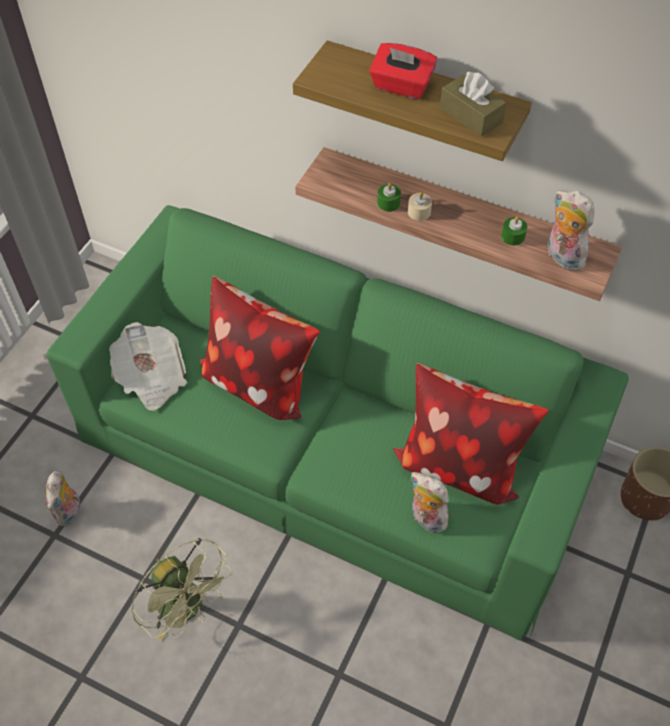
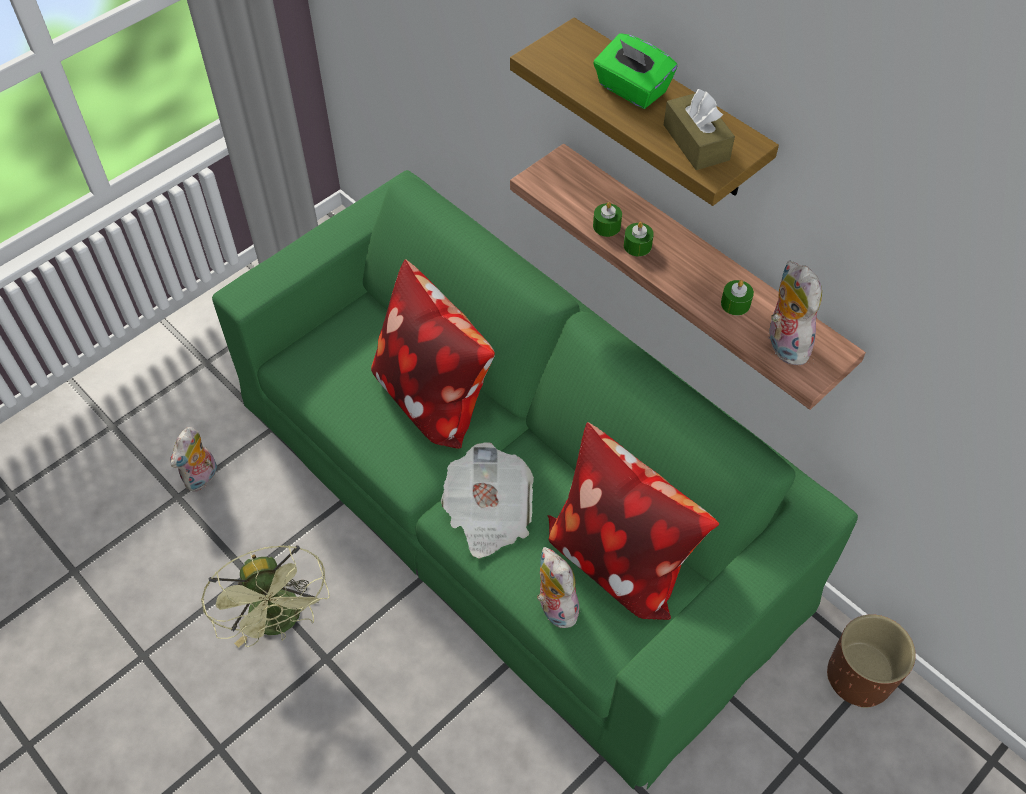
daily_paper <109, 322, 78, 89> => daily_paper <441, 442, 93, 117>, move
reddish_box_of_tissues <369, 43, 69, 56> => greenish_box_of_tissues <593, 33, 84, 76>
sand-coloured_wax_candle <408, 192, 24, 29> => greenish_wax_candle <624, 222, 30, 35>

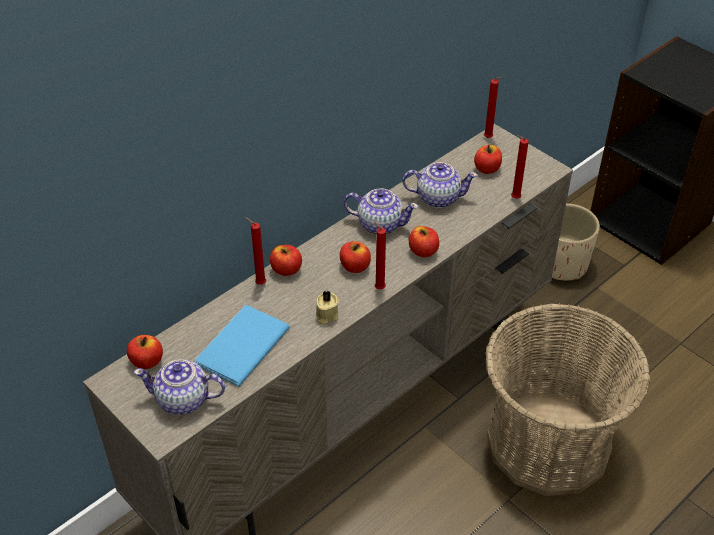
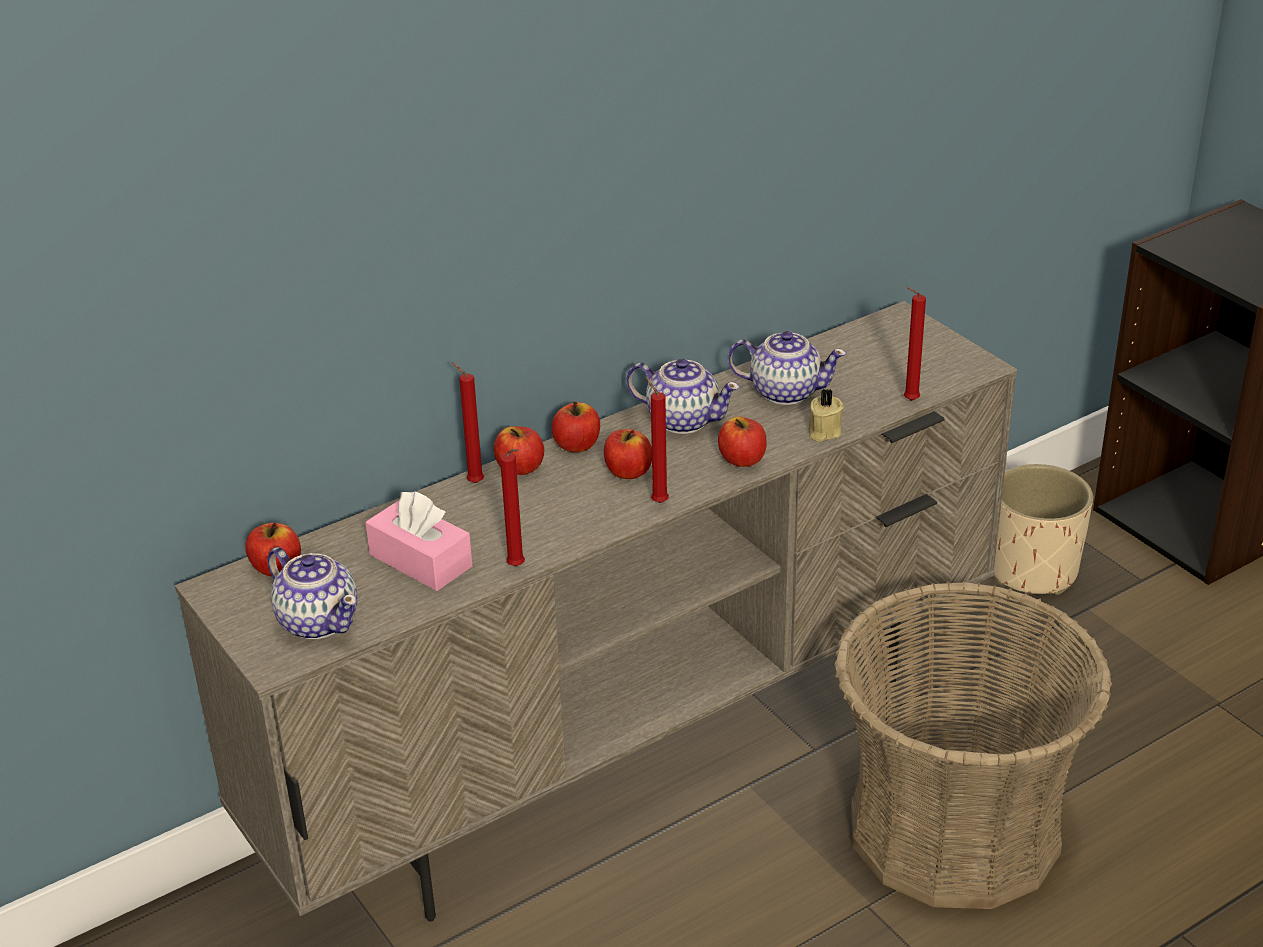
sand-coloured_wax_candle <316, 291, 23, 34> => sand-coloured_wax_candle <809, 388, 35, 54>, move
apple <474, 145, 28, 29> => apple <552, 402, 48, 50>, move
reddish_wax_candle <484, 77, 19, 61> => reddish_wax_candle <500, 449, 25, 117>, move
bluish_bound_book <195, 305, 95, 81> => pinkish_box_of_tissues <366, 491, 107, 100>
pot_for_tea <134, 360, 91, 55> => pot_for_tea <267, 547, 91, 92>, 150 degrees counterclockwise

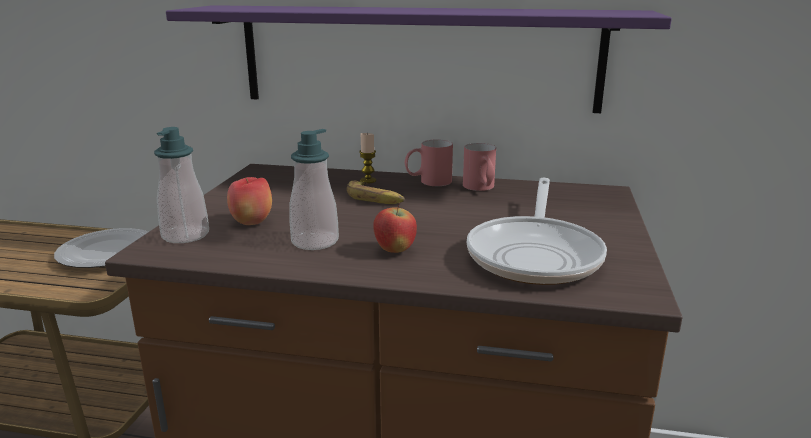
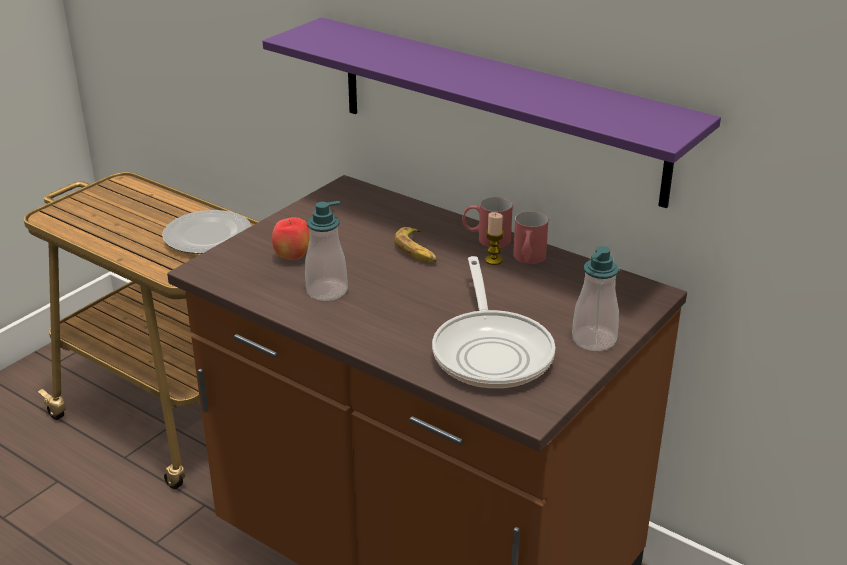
apple <373, 202, 44, 51> => nothing
liquid_soap_bottle <154, 127, 55, 116> => liquid_soap_bottle <572, 246, 47, 105>, move
wax_candle <359, 132, 17, 51> => wax_candle <485, 212, 19, 53>, move
frying_pan <467, 178, 140, 107> => frying_pan <432, 256, 123, 132>, 45 degrees counterclockwise

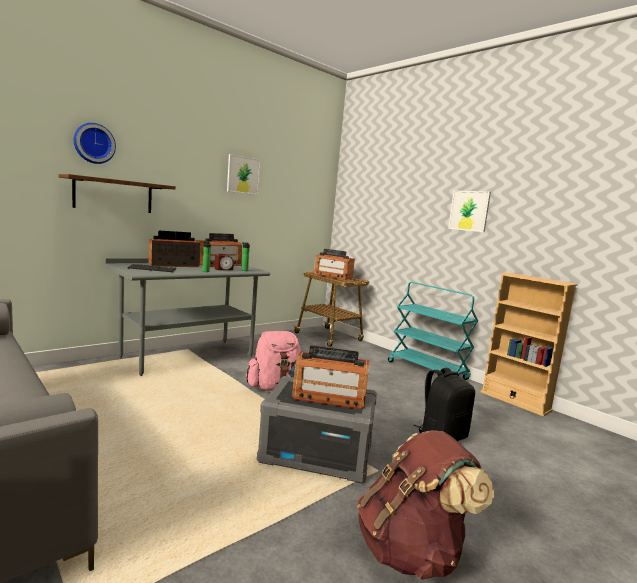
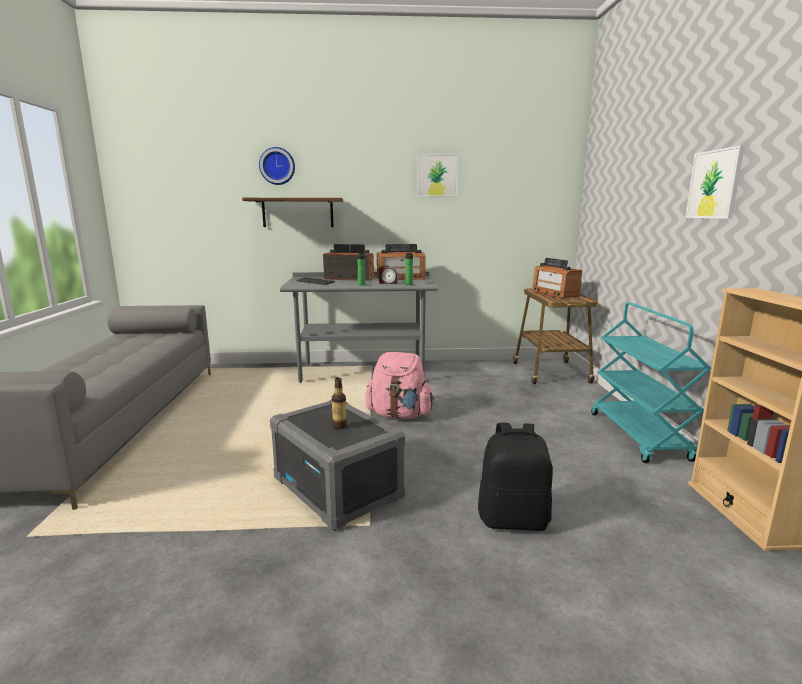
brown_backpack <357, 430, 138, 150> => nothing
radio_set <292, 345, 77, 64> => bottle <332, 377, 15, 52>

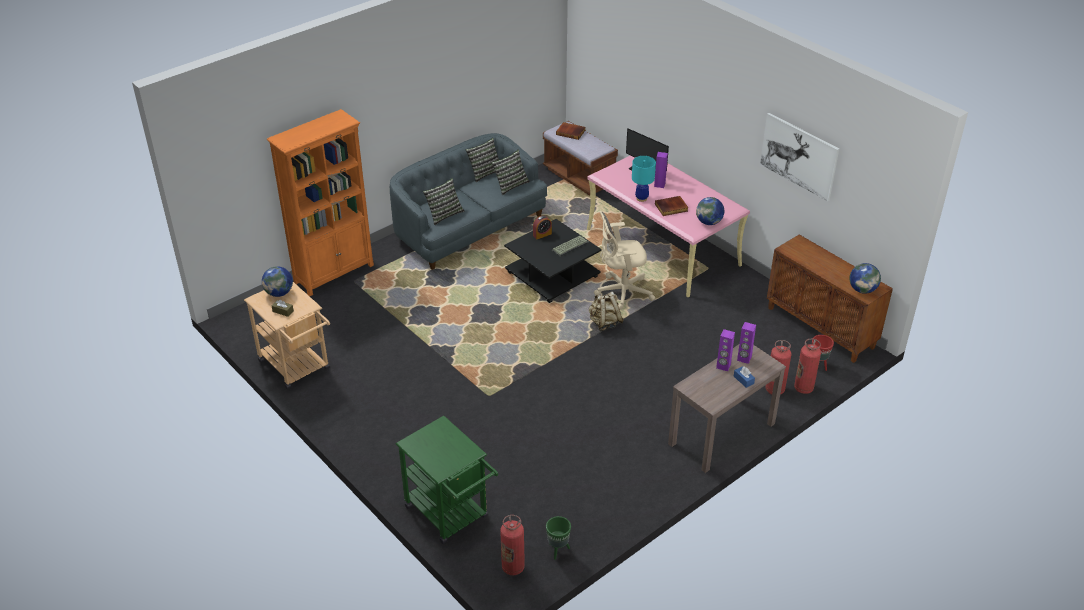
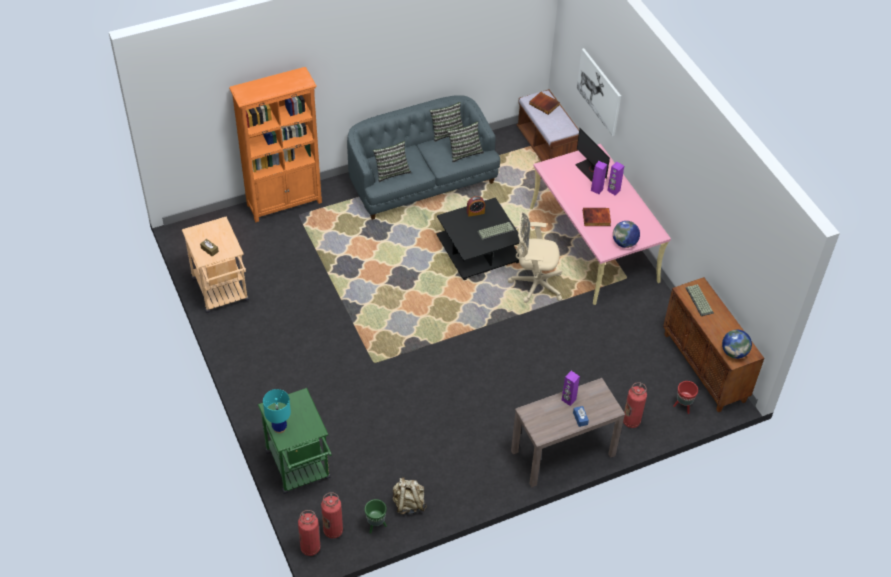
globe <262, 266, 31, 31> => nothing
nothing => computer_keyboard <686, 284, 28, 32>
sand-coloured_backpack <589, 292, 35, 39> => sand-coloured_backpack <393, 477, 34, 38>, move
turquoise_table_lamp <632, 156, 24, 46> => turquoise_table_lamp <263, 389, 28, 44>, move
purple-coloured_audio_speaker <737, 322, 19, 42> => purple-coloured_audio_speaker <607, 162, 17, 33>, move
wall_picture <760, 113, 79, 89> => wall_picture <576, 48, 45, 88>, move
fire_extinguisher <794, 338, 27, 56> => fire_extinguisher <298, 510, 22, 46>, move

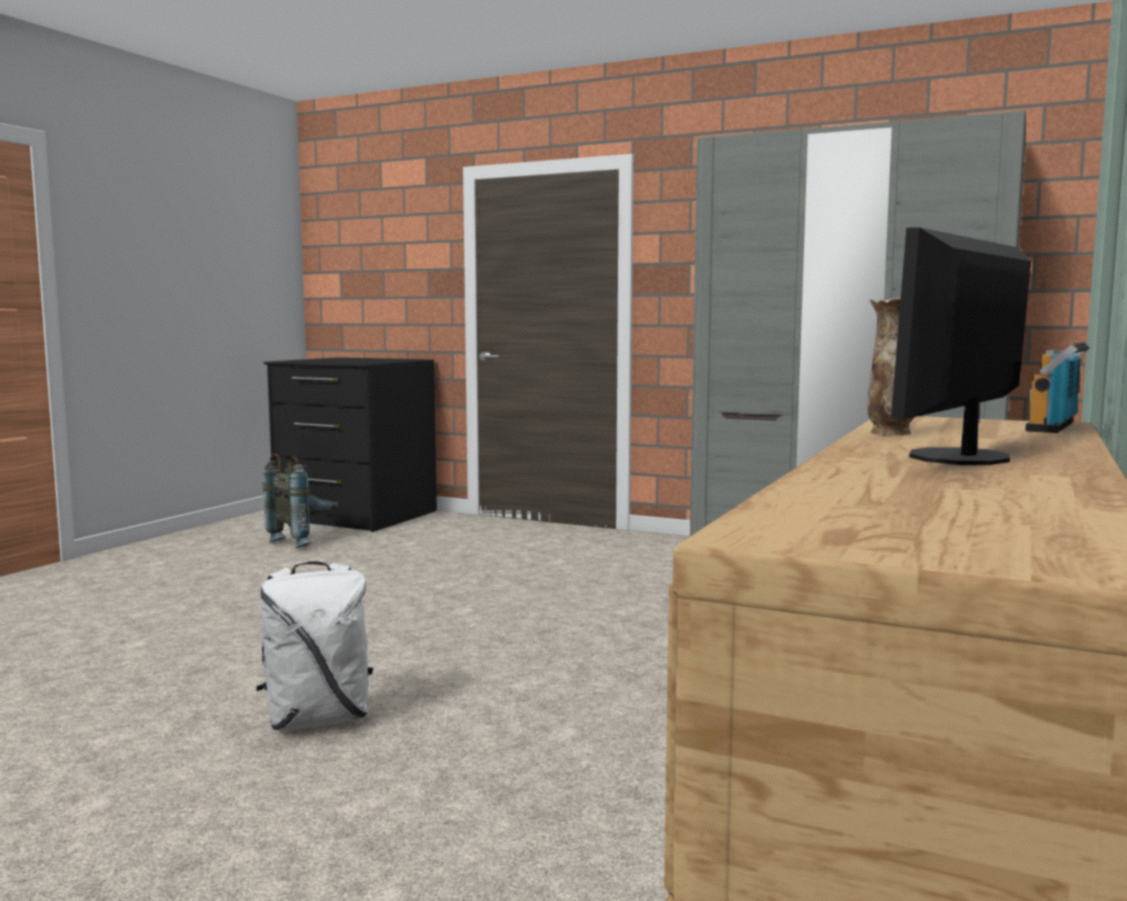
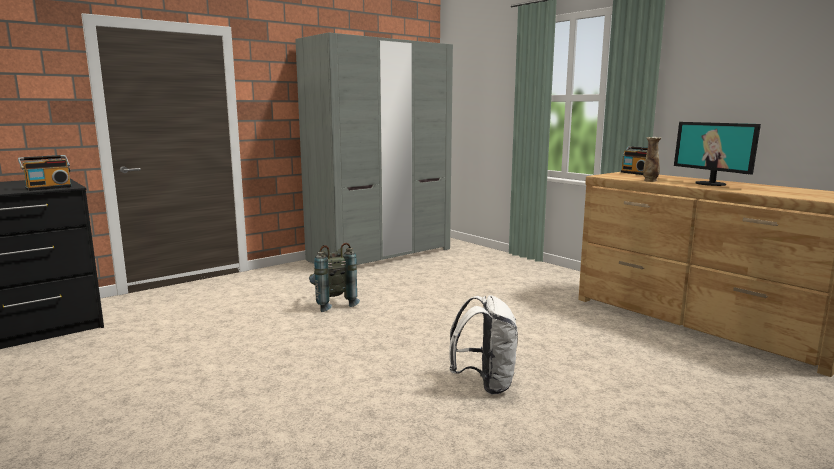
nothing => radio_set <18, 155, 54, 36>
grey_backpack <262, 453, 76, 95> => grey_backpack <309, 243, 51, 69>, move

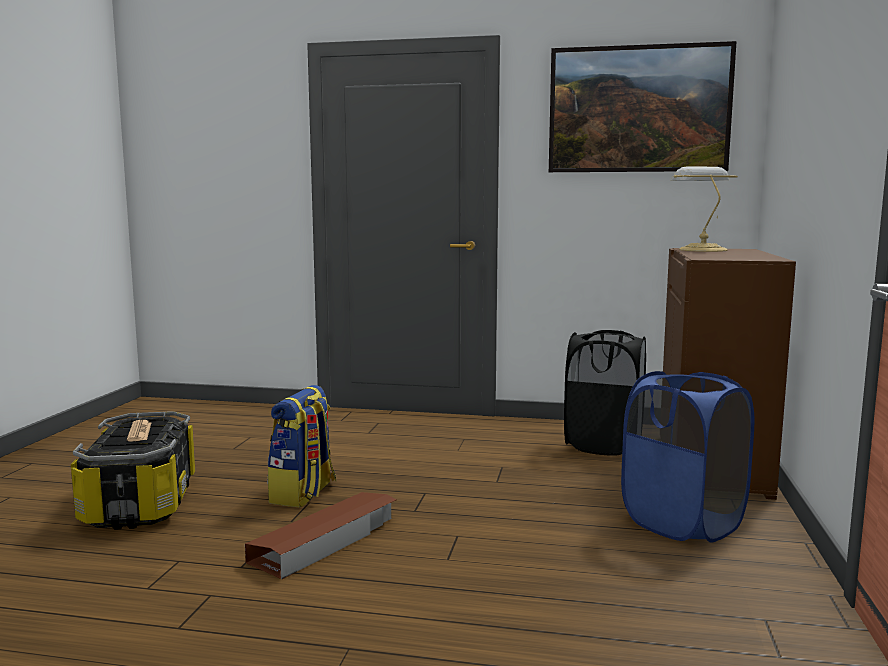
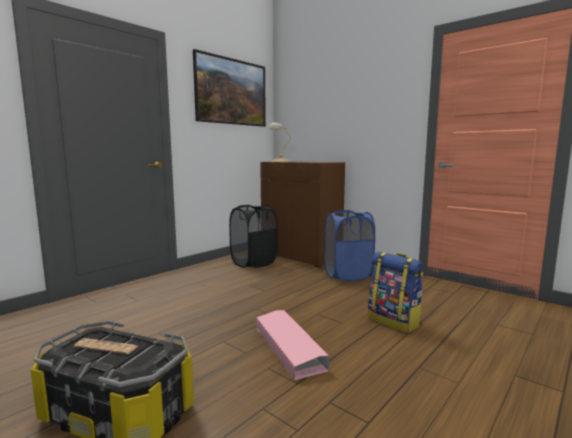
backpack <267, 385, 69, 122> => backpack <368, 252, 55, 81>, move
brown_storage_box <245, 492, 152, 88> => pinkish_storage_box <256, 310, 73, 70>

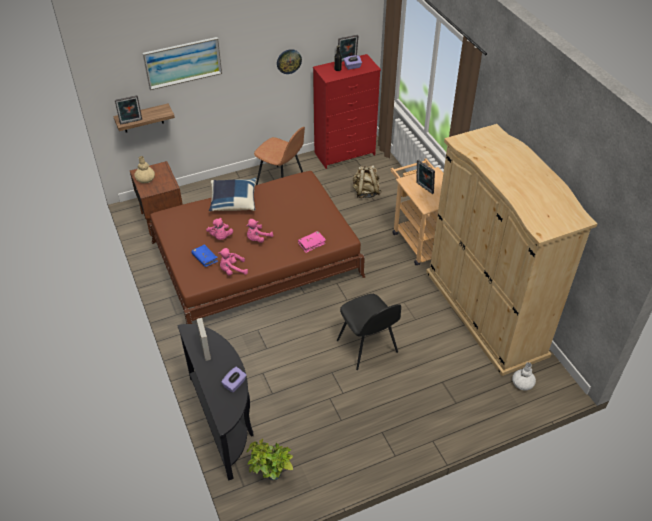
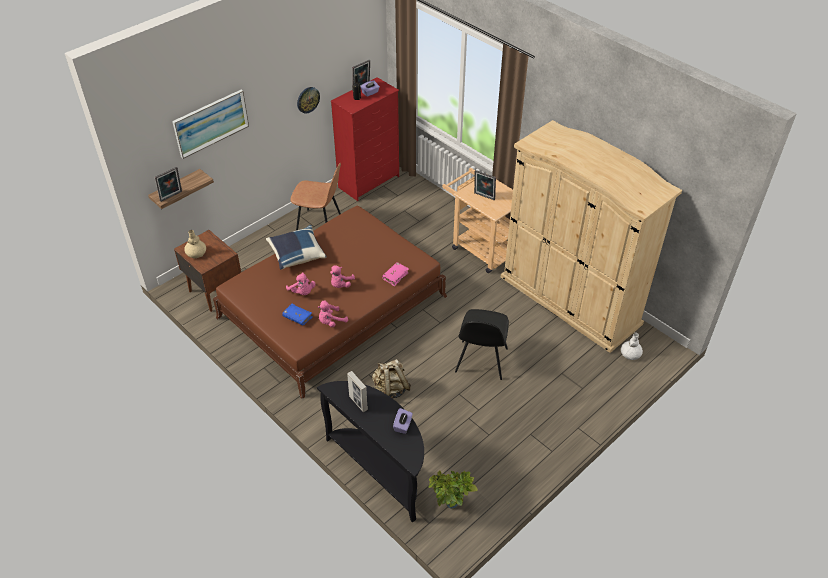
sand-coloured_backpack <353, 165, 28, 33> => sand-coloured_backpack <372, 359, 39, 39>, move
blackish_plain_chair <337, 294, 64, 76> => blackish_plain_chair <455, 309, 54, 71>, 60 degrees clockwise

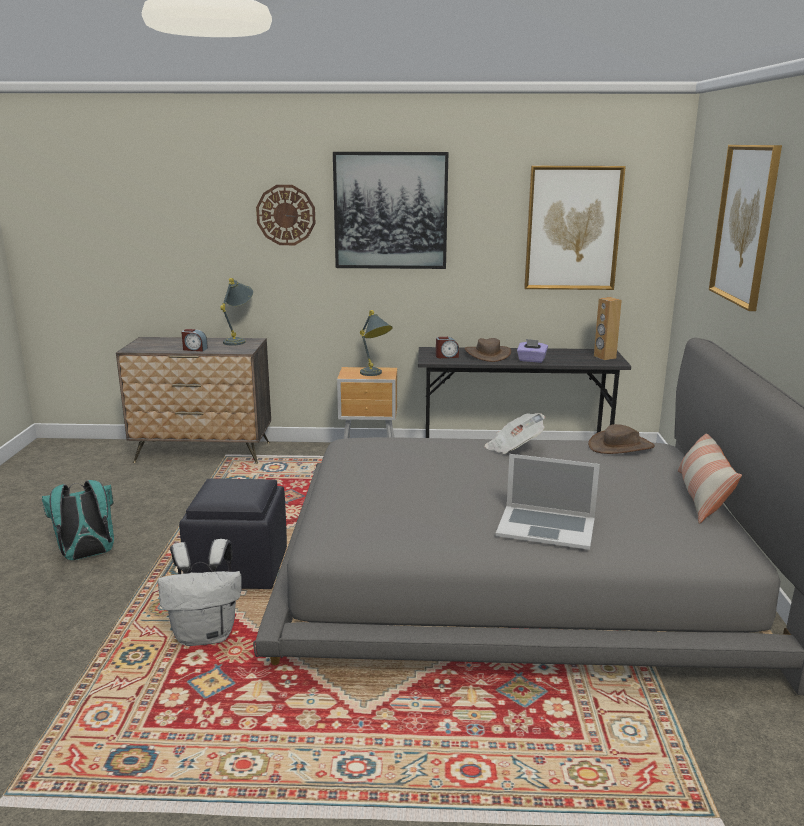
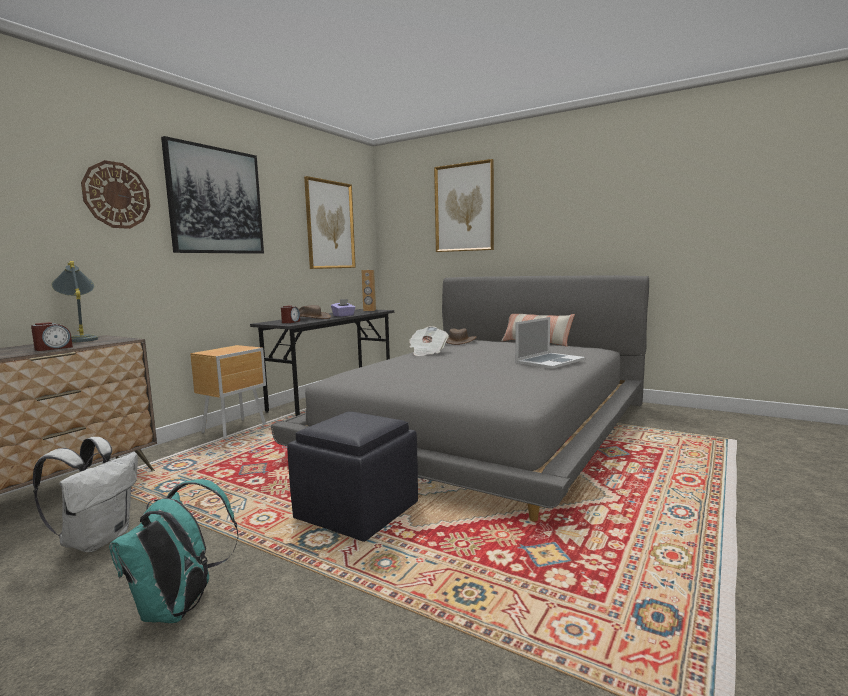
grey_table_lamp <360, 310, 33, 66> => nothing
white-coloured_backpack <158, 539, 84, 107> => white-coloured_backpack <33, 437, 105, 115>, move

